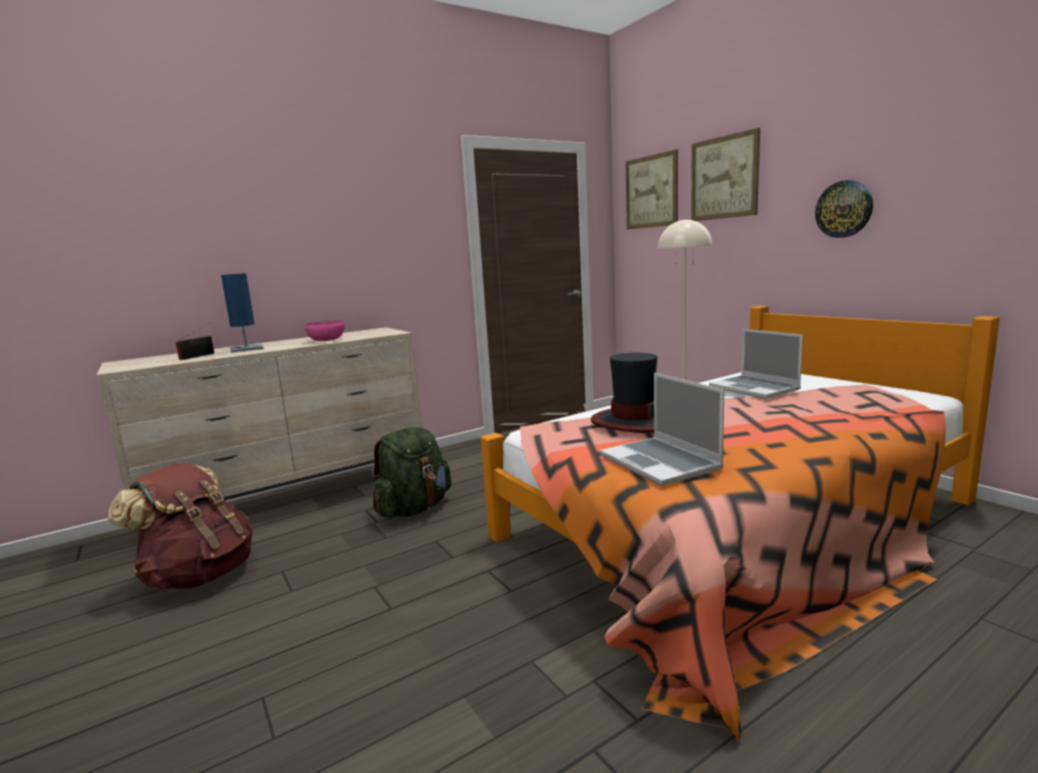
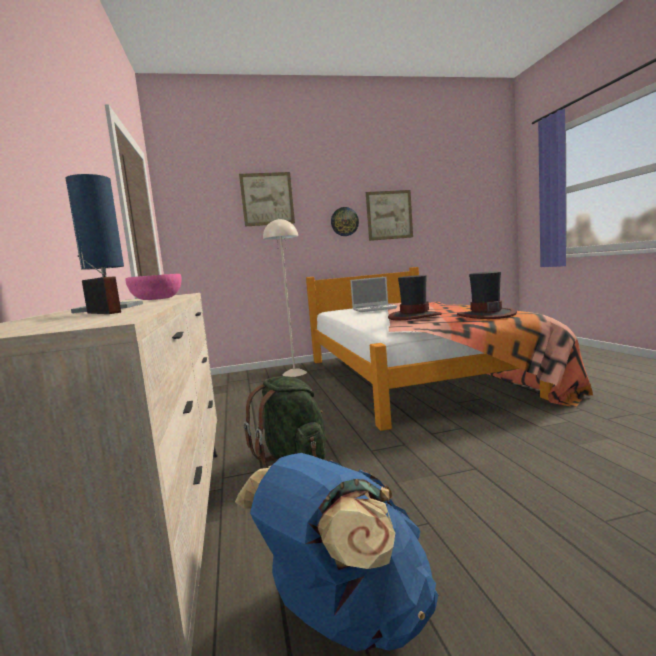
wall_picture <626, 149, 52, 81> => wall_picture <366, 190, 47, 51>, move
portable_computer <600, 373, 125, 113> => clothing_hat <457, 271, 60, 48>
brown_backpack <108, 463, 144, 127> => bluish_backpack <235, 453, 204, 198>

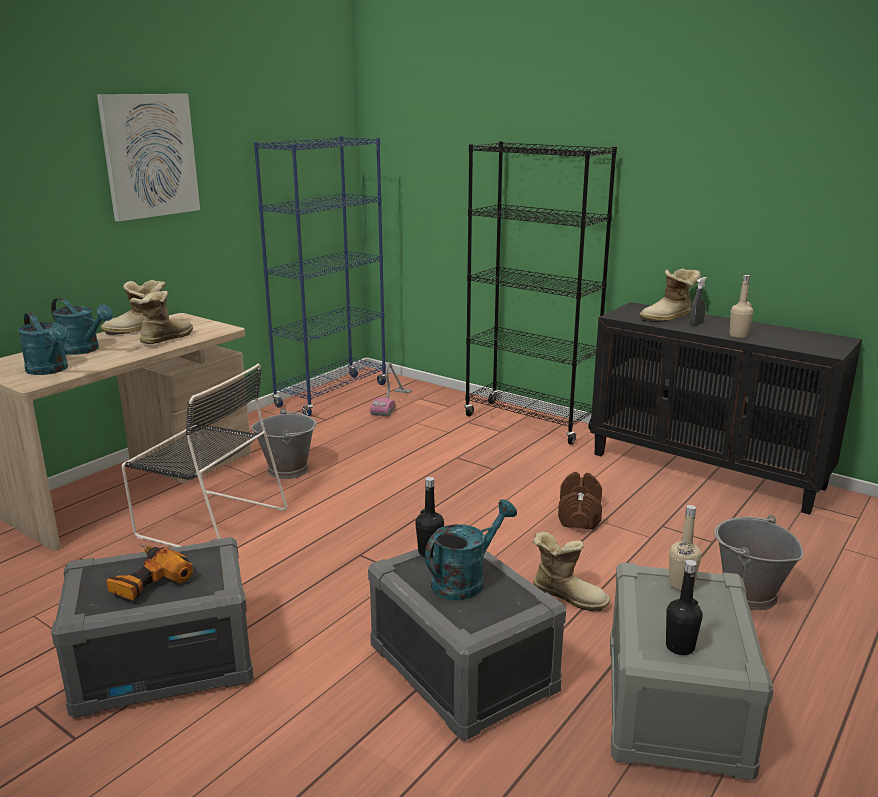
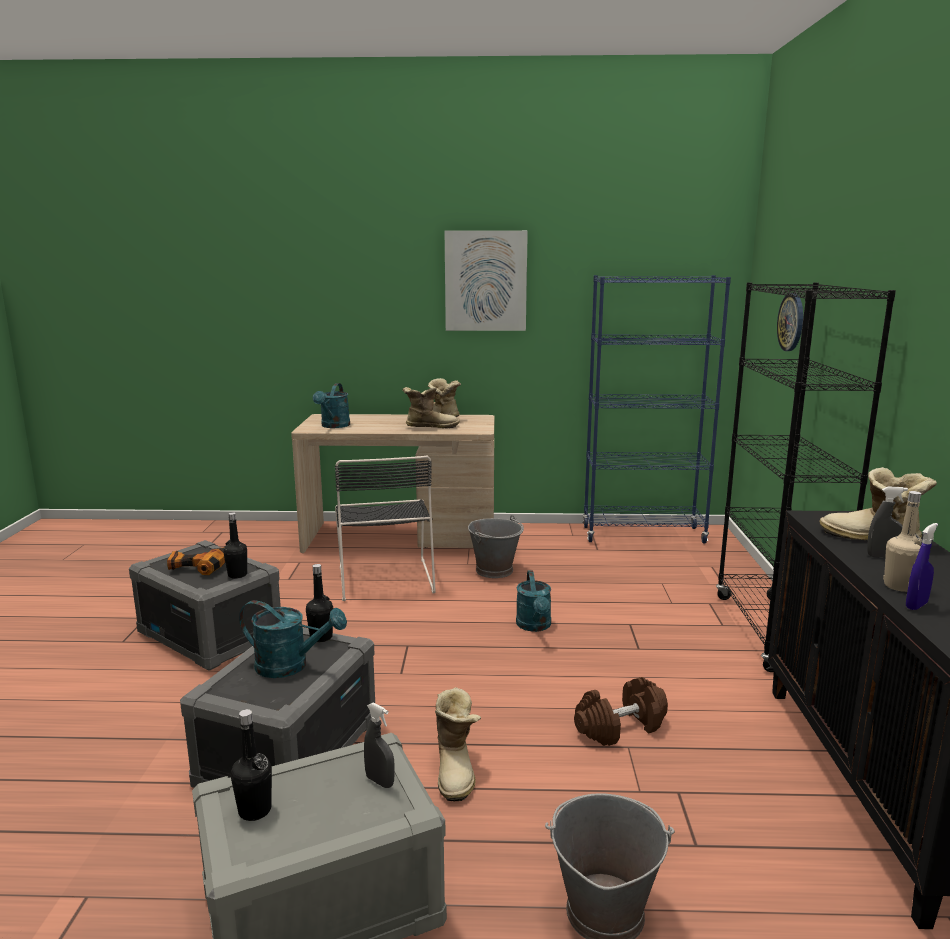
vacuum <370, 362, 41, 55> => nothing
nothing => blackish_bottle <223, 512, 24, 67>
nothing => wall_clock <777, 293, 26, 58>
nothing => bluish_spray_bottle <906, 523, 32, 87>
turquoise_watering_pot <51, 297, 62, 58> => turquoise_watering_pot <516, 570, 35, 62>, move
sand-coloured_bottle <669, 505, 32, 86> => grey_spray_bottle <364, 703, 31, 85>

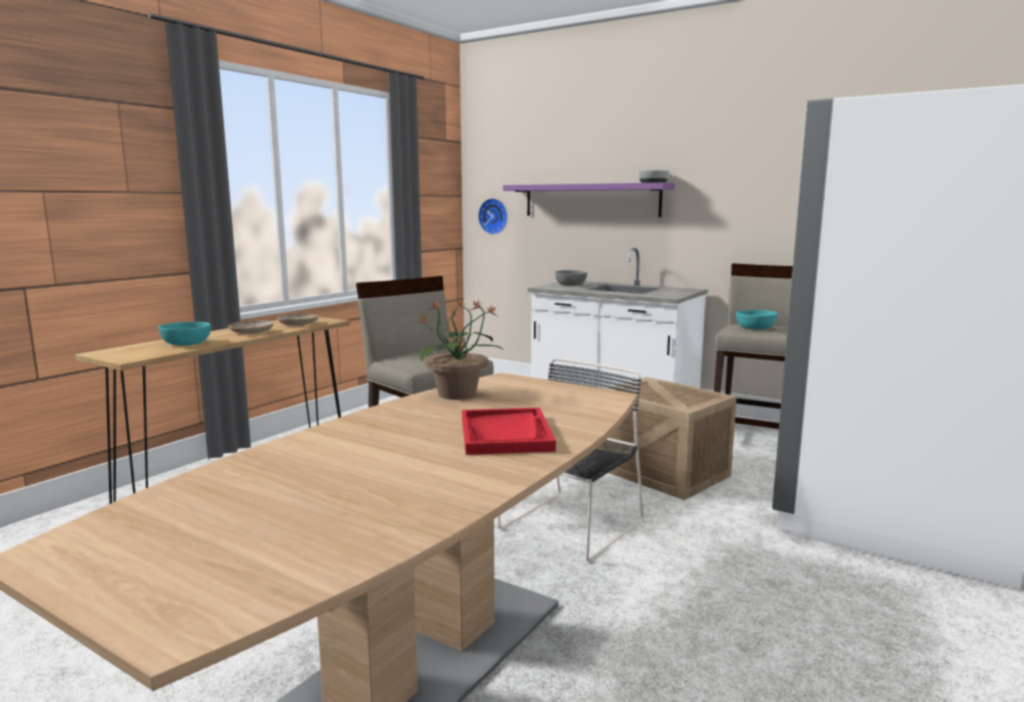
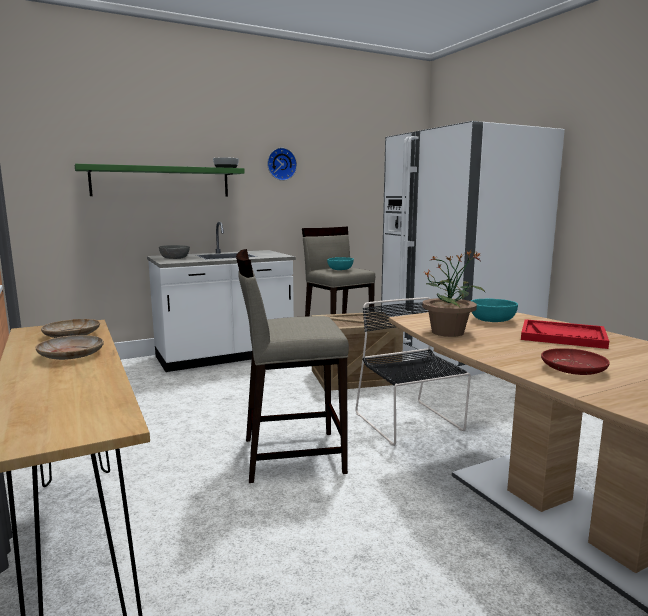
nothing => reddish_flat_dish <541, 348, 69, 27>
turquoise_bowl <159, 322, 52, 24> => turquoise_bowl <471, 299, 47, 23>, move
wall_clock <478, 198, 30, 37> => wall_clock <267, 148, 30, 33>, move
purple-coloured_wall_shelf <503, 183, 172, 34> => greenish_wall_shelf <75, 164, 170, 33>

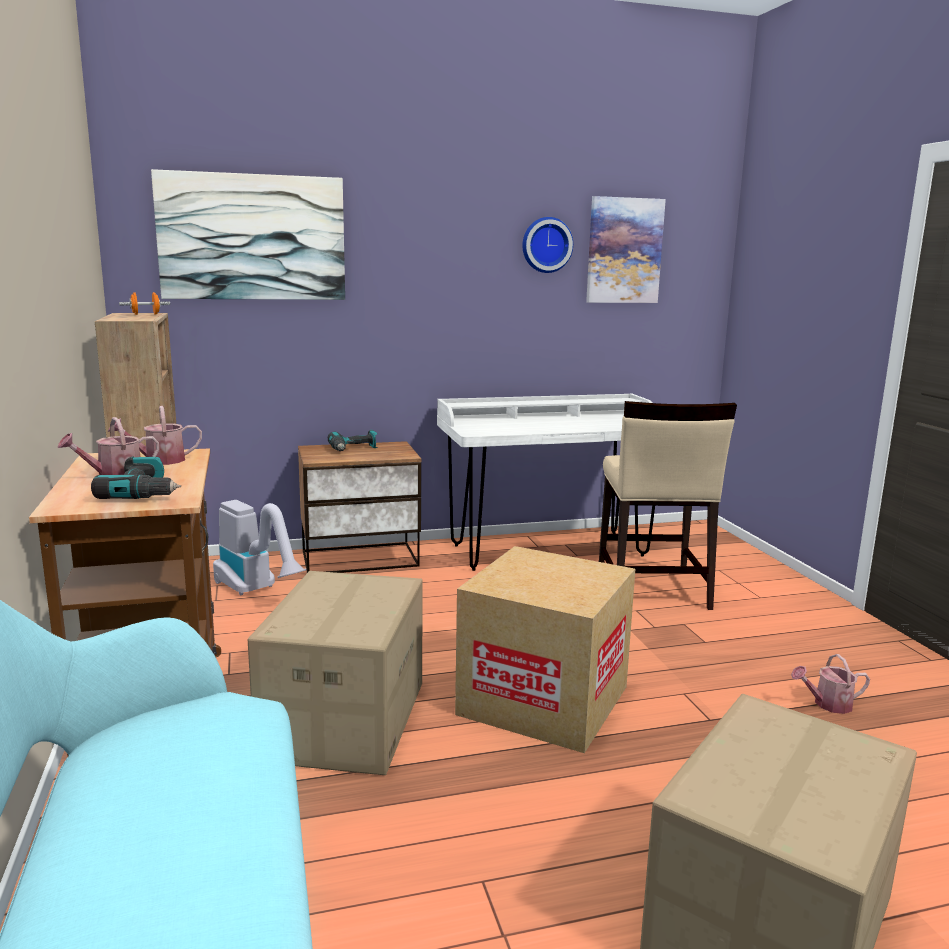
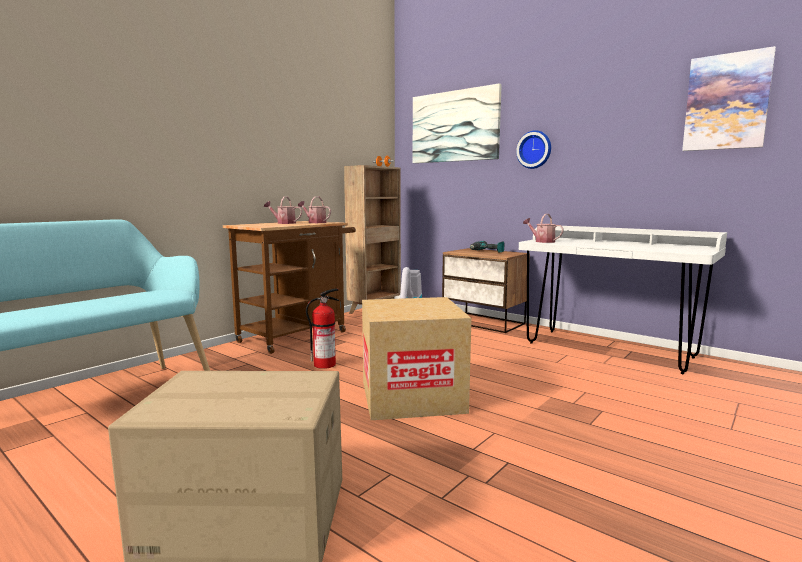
drill <91, 456, 90, 43> => nothing
sand-coloured_plain_chair <599, 401, 138, 209> => nothing
wall_clock <522, 217, 51, 56> => wall_clock <516, 130, 35, 39>, move
watering_pot <791, 654, 79, 60> => watering_pot <523, 214, 41, 29>, move
cardboard_box <248, 571, 175, 204> => fire_extinguisher <306, 288, 33, 81>

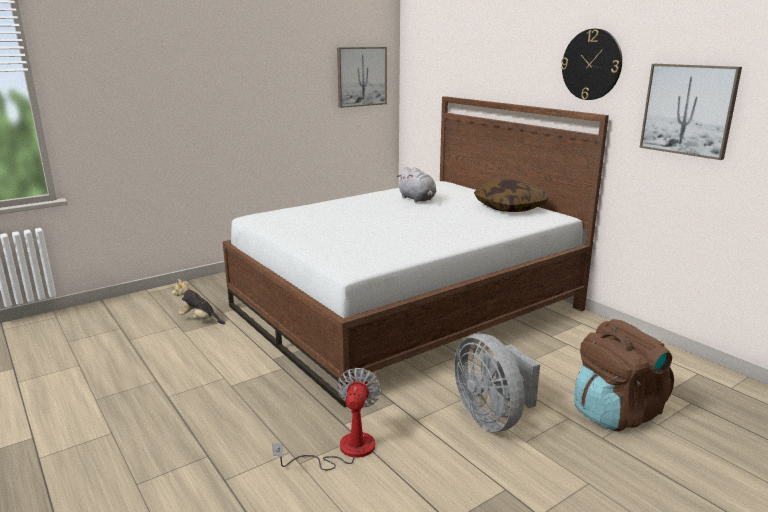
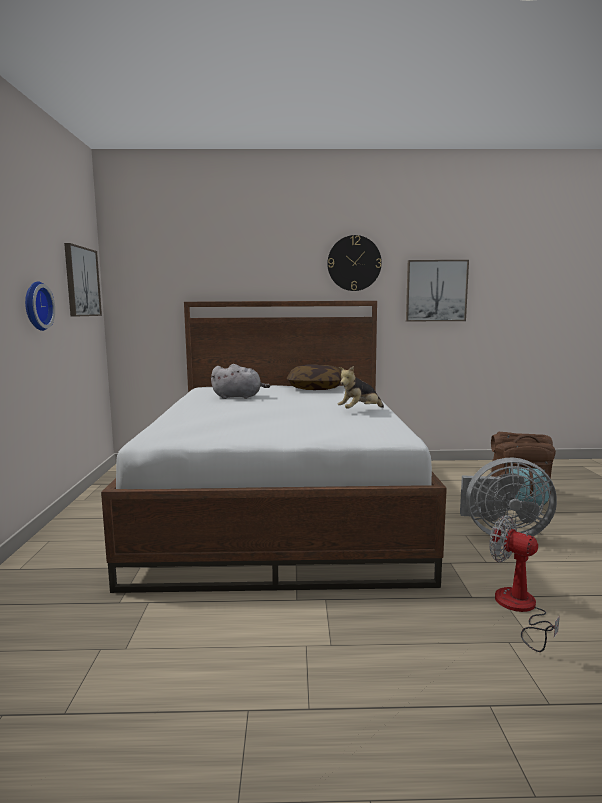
nothing => wall_clock <25, 281, 30, 50>
soft_toy <172, 279, 53, 45> => soft_toy <338, 366, 46, 43>, move

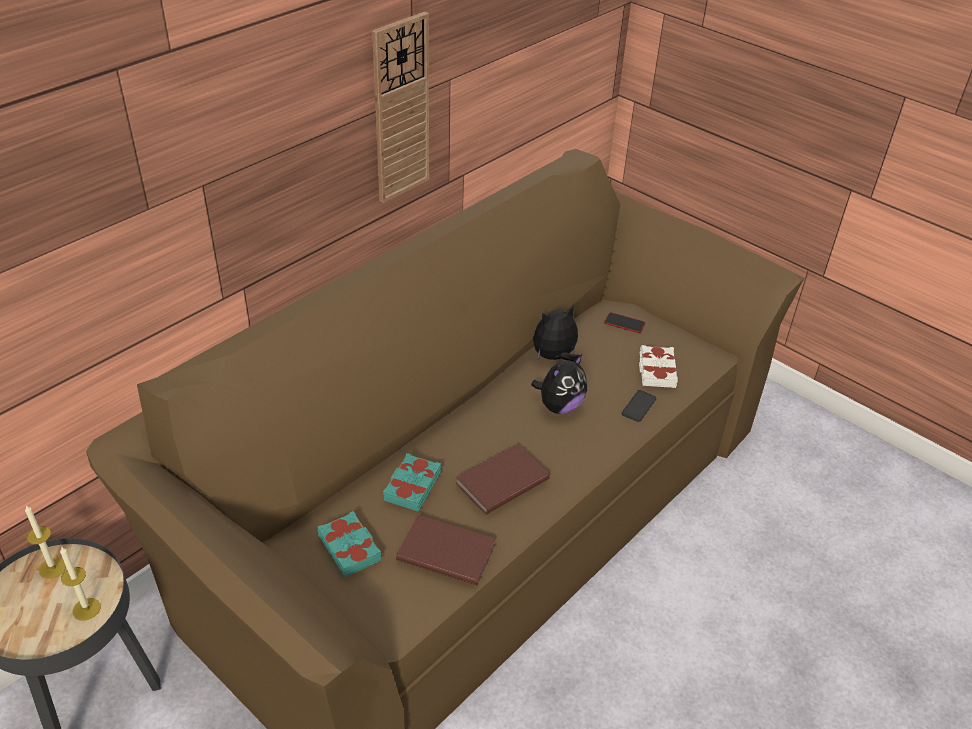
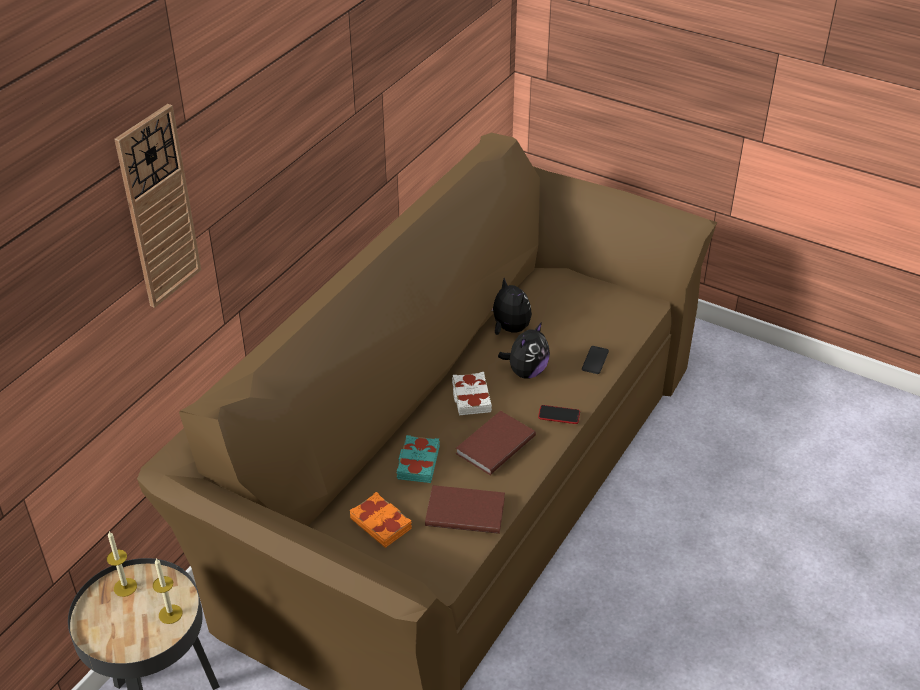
wall_clock <372, 12, 57, 191> => wall_clock <114, 104, 87, 204>, move
handset <604, 312, 41, 21> => handset <538, 405, 42, 19>, move
white-coloured_bound_book <639, 345, 39, 43> => white-coloured_bound_book <452, 372, 40, 43>, move
turquoise_bound_book <318, 511, 64, 66> => orange_bound_book <350, 492, 62, 56>
soft_toy <533, 305, 47, 56> => soft_toy <491, 278, 41, 57>, 90 degrees clockwise

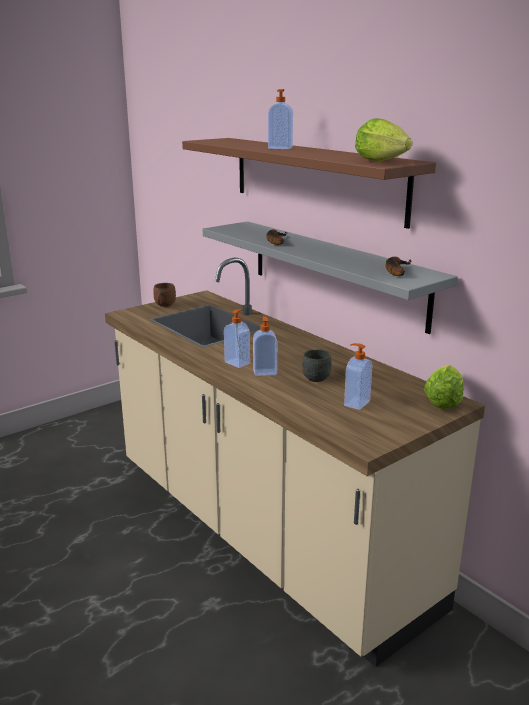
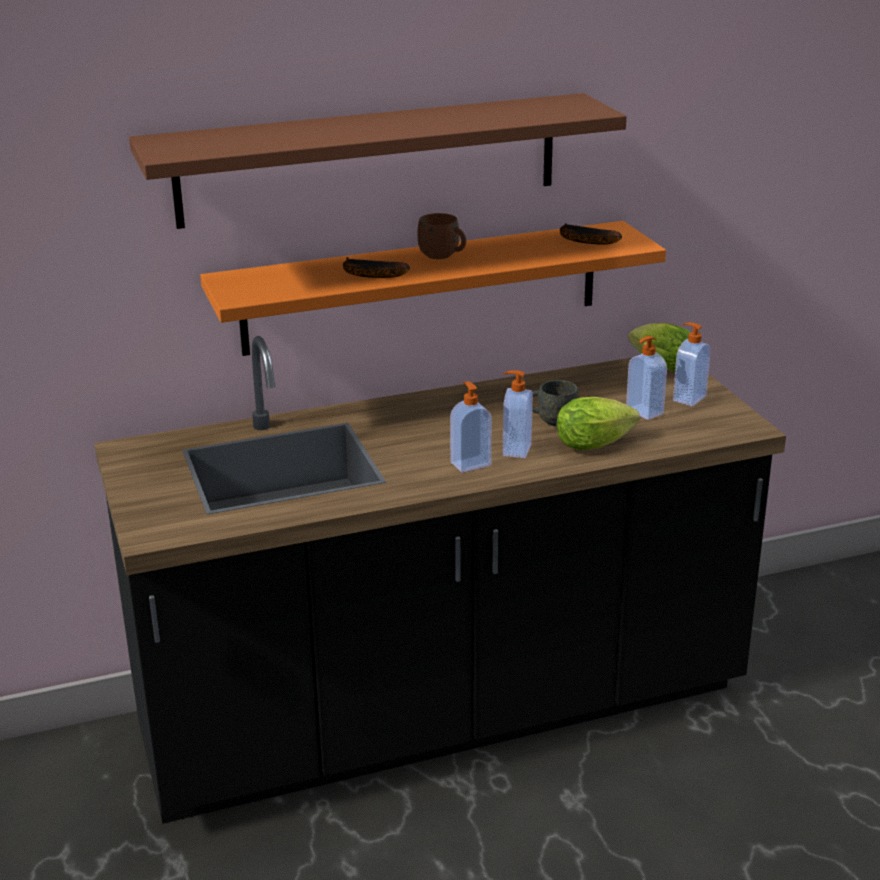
brown_coffee_mug <153, 283, 23, 24> => brown_coffee_mug <417, 213, 49, 46>, move
liquid_soap_bottle <268, 89, 25, 60> => liquid_soap_bottle <673, 322, 38, 84>, move
head_of_lettuce <355, 118, 58, 43> => head_of_lettuce <557, 397, 83, 53>, move
sand-coloured_kitchen_base_unit <105, 258, 380, 409> => blackish_kitchen_base_unit <94, 336, 692, 488>
grey_wall_shelf <203, 221, 255, 113> => orange_wall_shelf <200, 221, 466, 135>

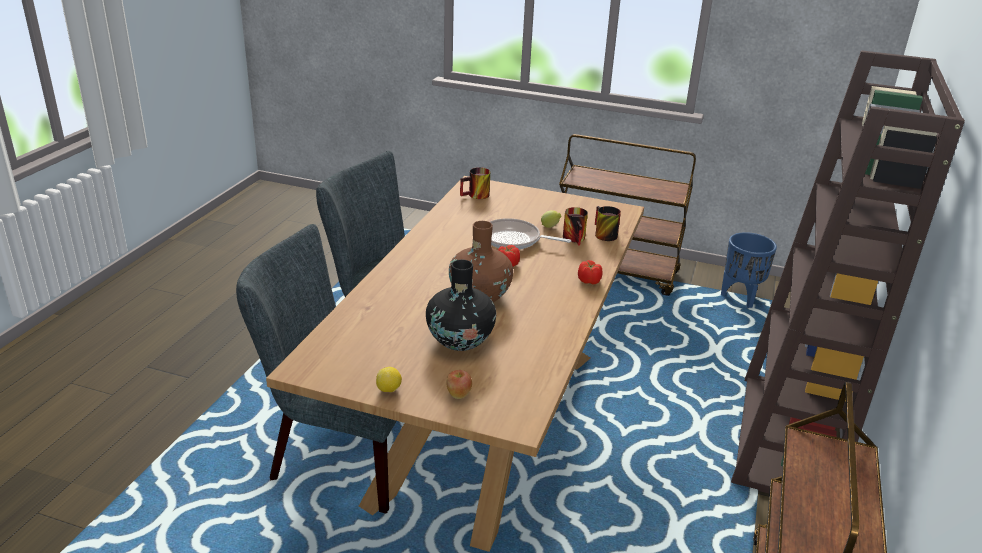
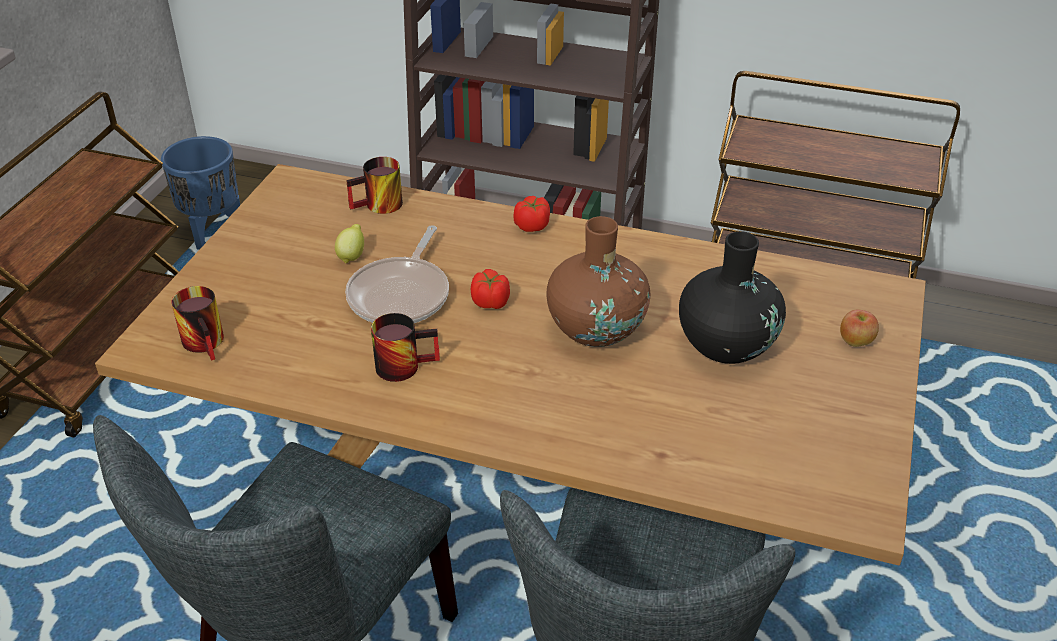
citrus_fruit <376, 367, 26, 25> => nothing
coffee_mug <563, 207, 25, 38> => coffee_mug <371, 313, 69, 69>, move

